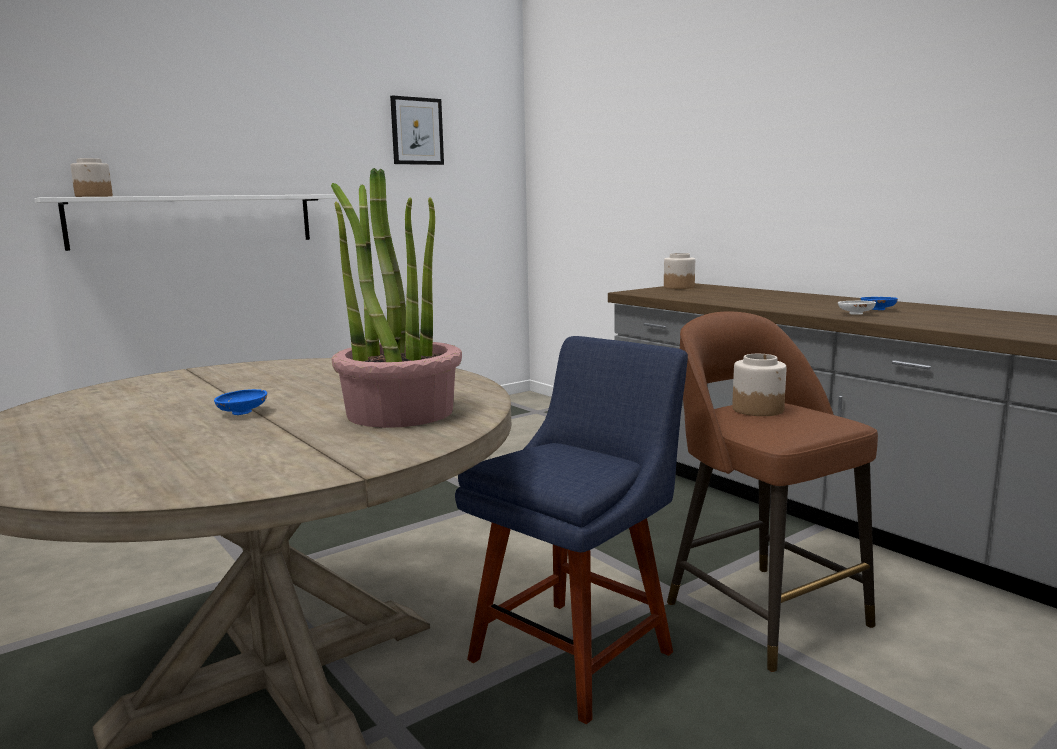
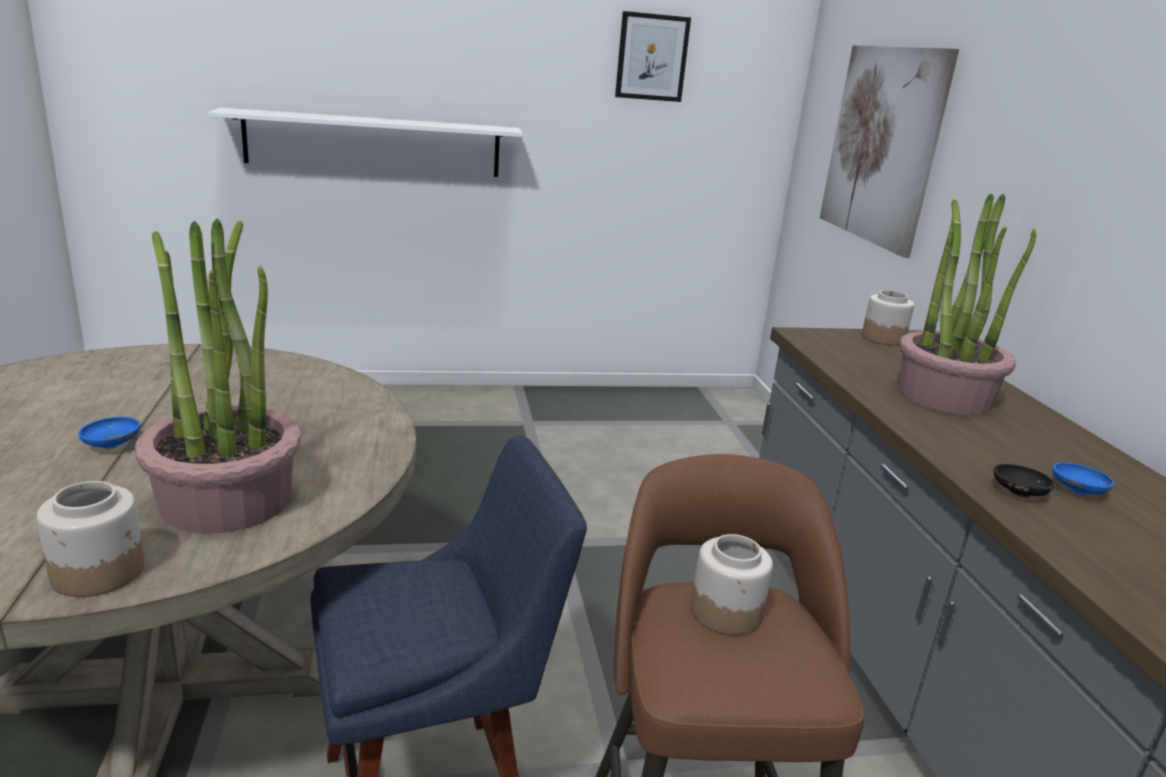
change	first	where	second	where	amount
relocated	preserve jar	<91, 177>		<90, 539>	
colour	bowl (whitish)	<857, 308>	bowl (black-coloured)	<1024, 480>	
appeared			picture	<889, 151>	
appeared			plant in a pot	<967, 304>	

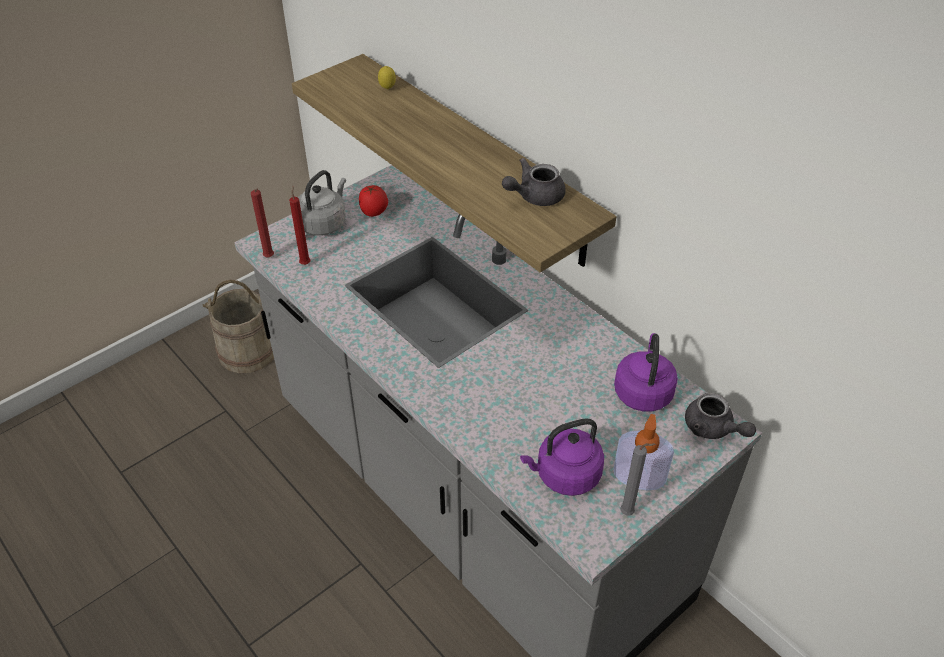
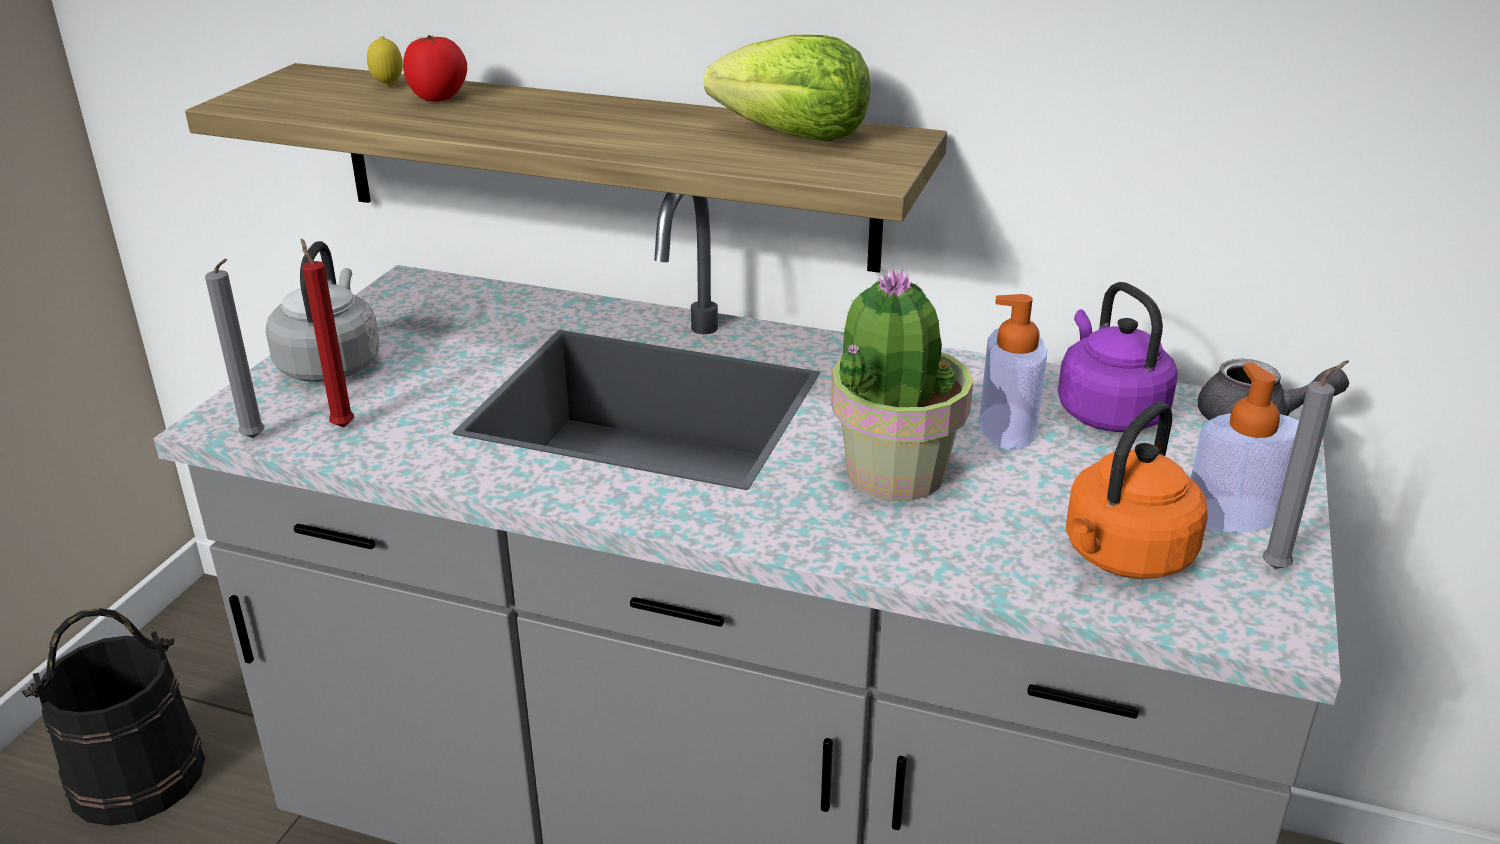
change	first	where	second	where	amount
colour	bucket (beige-coloured)	<238, 326>	bucket (black-coloured)	<113, 717>	
colour	candle (red)	<262, 223>	candle (greyish)	<235, 348>	
relocated	whole tomato	<373, 201>		<435, 68>	
exchanged	tea pot (greyish)	<534, 182>	lettuce	<787, 88>	
colour	tea kettle (purple)	<562, 457>	tea kettle (orange)	<1137, 490>	
appeared			plant in a pot	<902, 384>	
appeared			soap bottle	<1013, 372>	

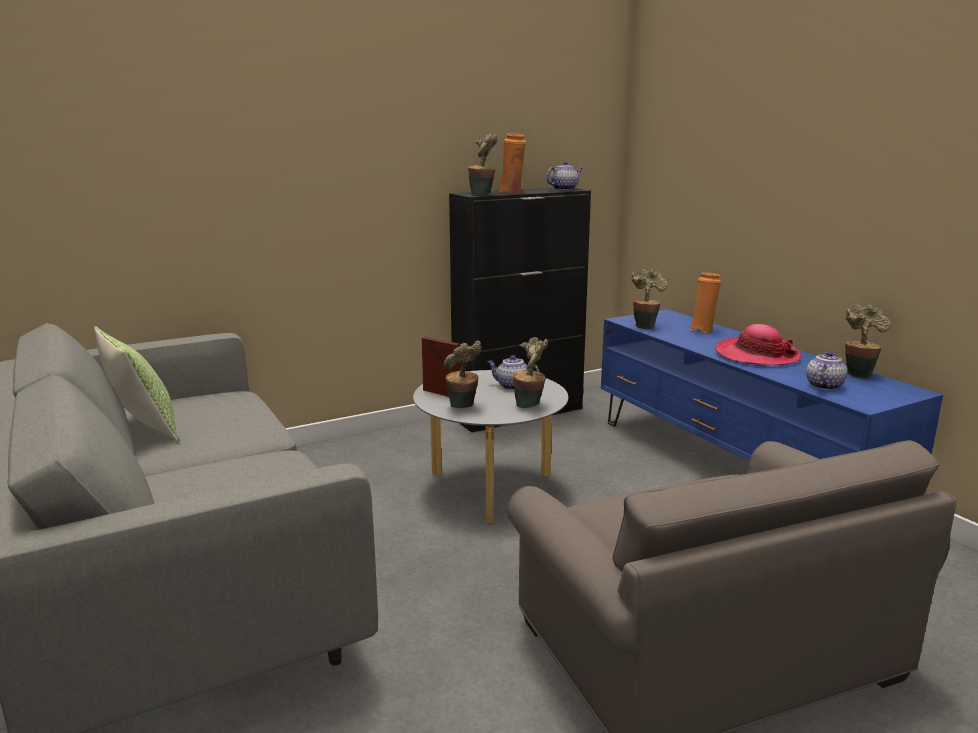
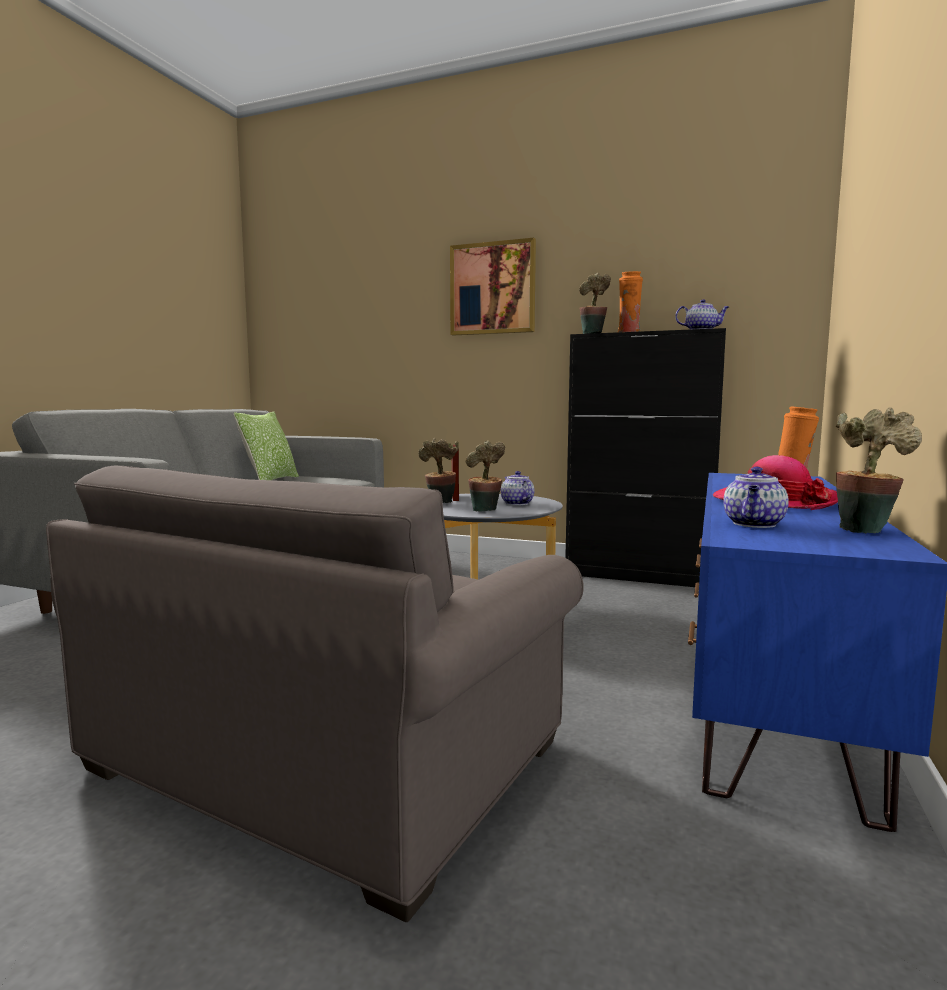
change	first	where	second	where	amount
missing	plant in a pot	<650, 299>			
spun	tea pot	<826, 370>		<756, 497>	120 degrees clockwise
appeared			picture	<493, 286>	

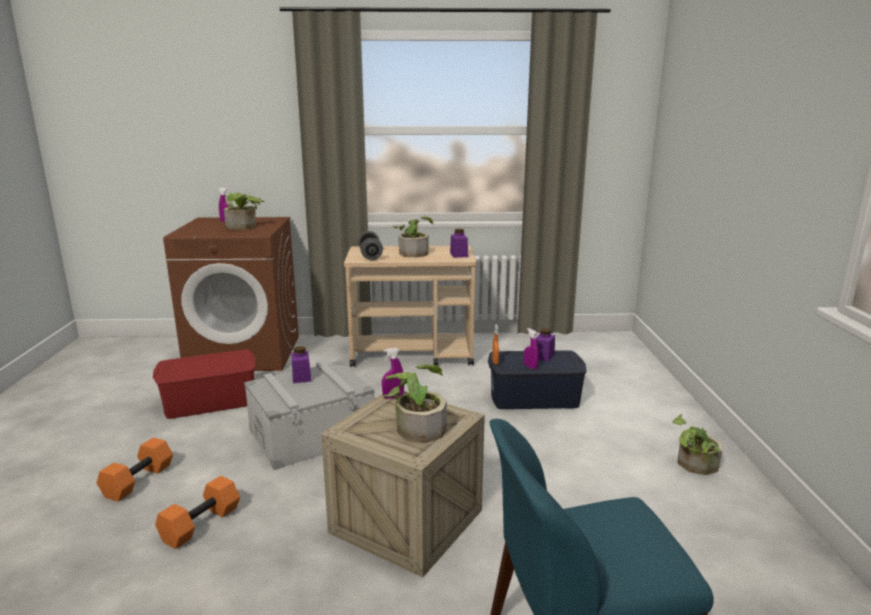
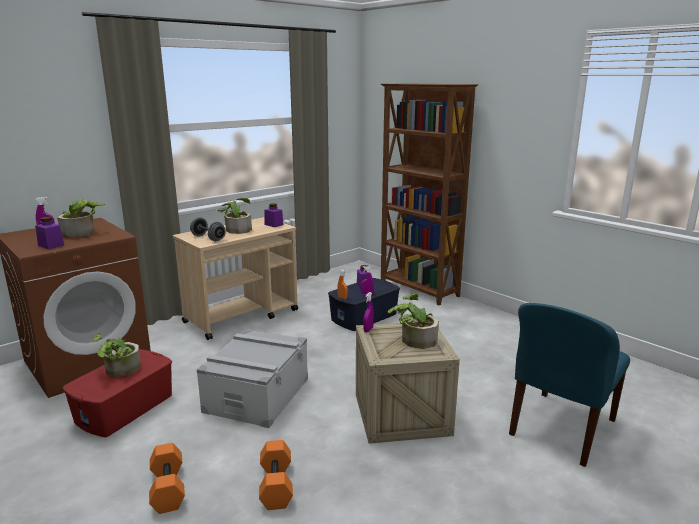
change	first	where	second	where	amount
relocated	preserve jar (purple)	<301, 364>		<49, 233>	
relocated	plant in a pot	<698, 444>		<116, 354>	
appeared			shelving unit (brown)	<429, 194>	

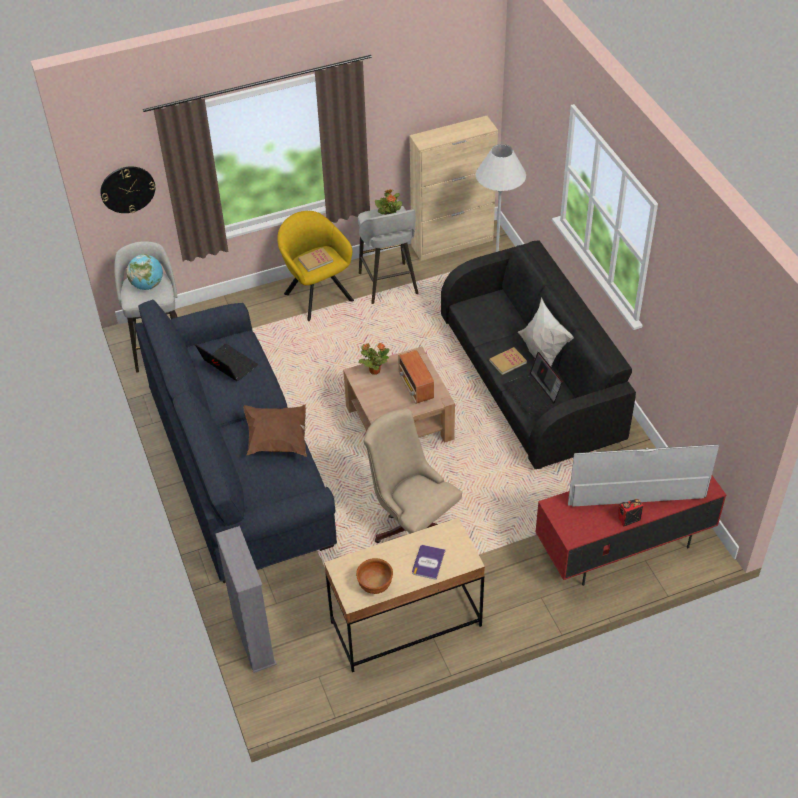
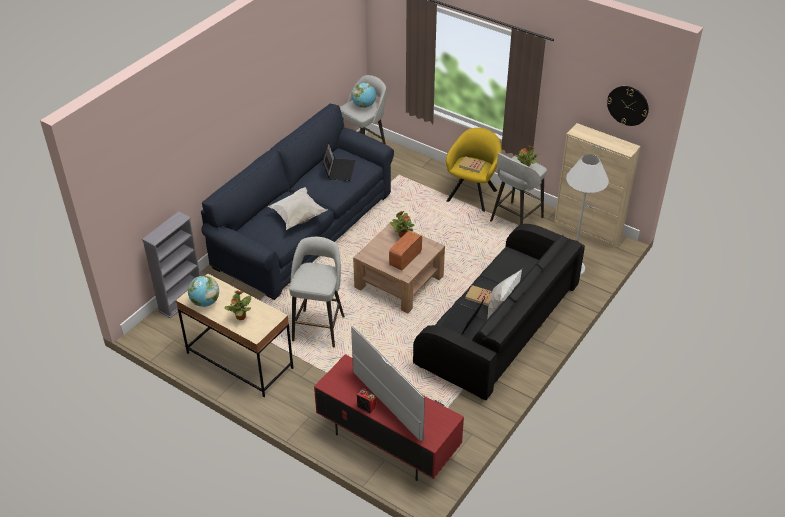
change	first	where	second	where	amount
relocated	hanging clock	<127, 189>		<628, 106>	
colour	throw pillow (brown)	<275, 431>	throw pillow (whitish)	<297, 208>	
exchanged	bowl (brown)	<374, 576>	globe	<203, 291>	
exchanged	computer chair (beige-coloured)	<412, 475>	sitting stool (greyish)	<317, 292>	
exchanged	book	<428, 562>	plant in a pot	<237, 305>	

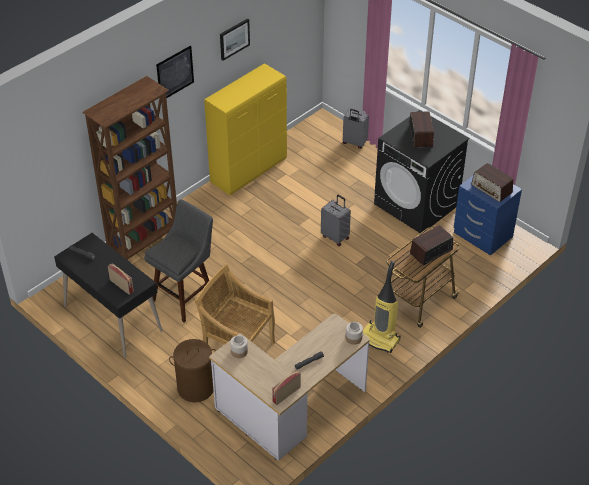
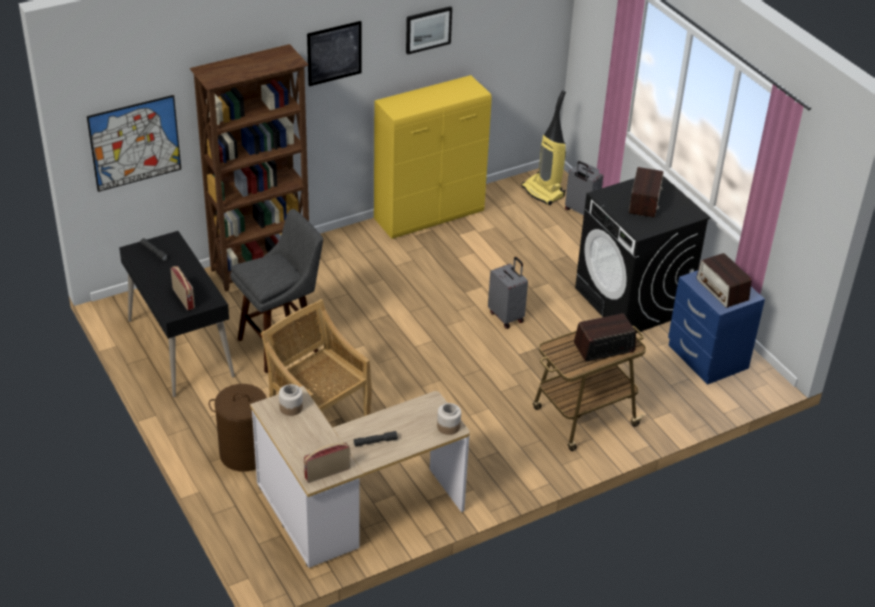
change	first	where	second	where	amount
relocated	vacuum cleaner	<382, 307>		<543, 147>	
appeared			picture	<134, 143>	

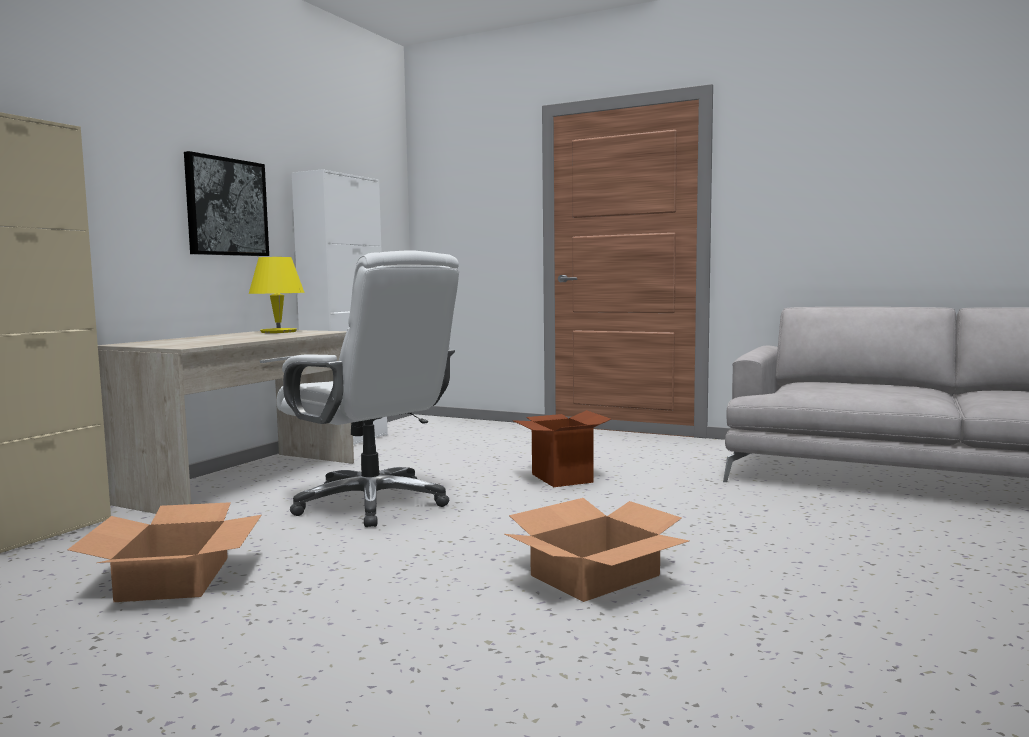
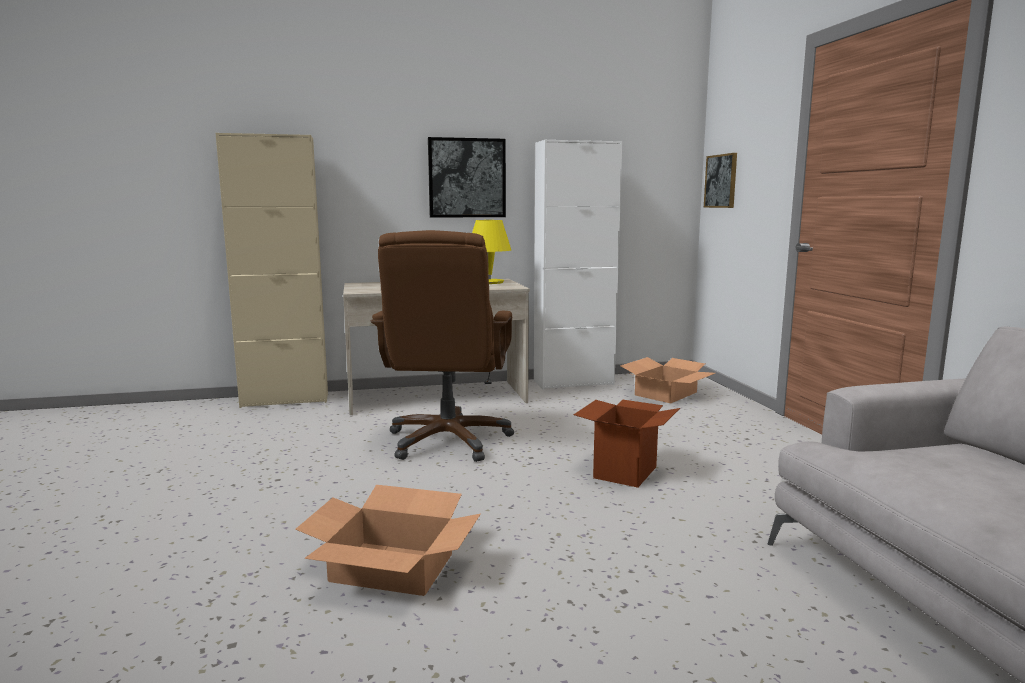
change	first	where	second	where	amount
relocated	packing box	<164, 552>		<668, 380>	
colour	computer chair (whitish)	<368, 388>	computer chair (brown)	<442, 346>	
appeared			picture	<720, 180>	

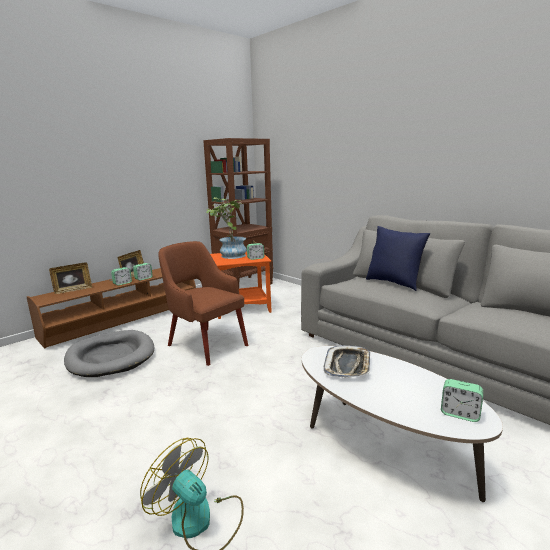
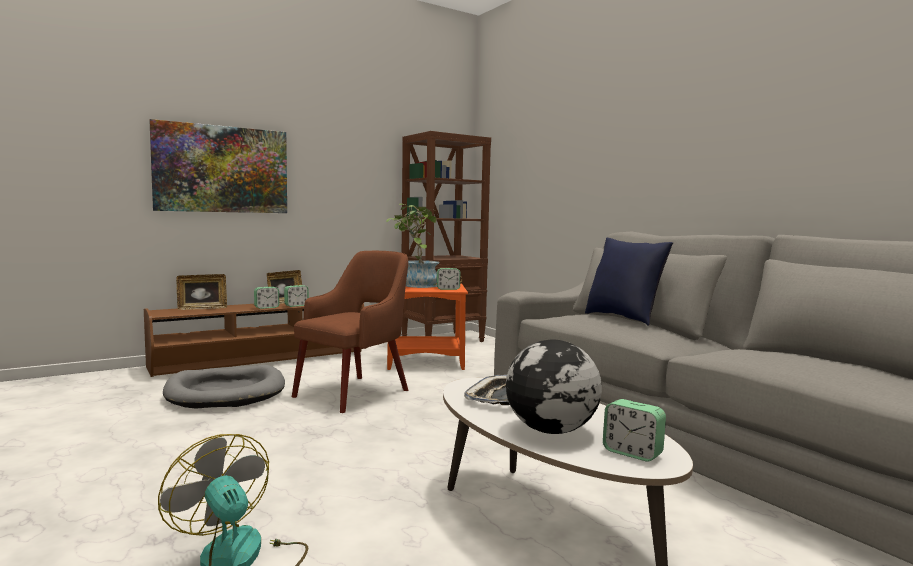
change	first	where	second	where	amount
spun	lounge chair (brown)	<203, 303>		<350, 332>	75 degrees clockwise
appeared			picture	<218, 166>	
appeared			globe	<554, 387>	

